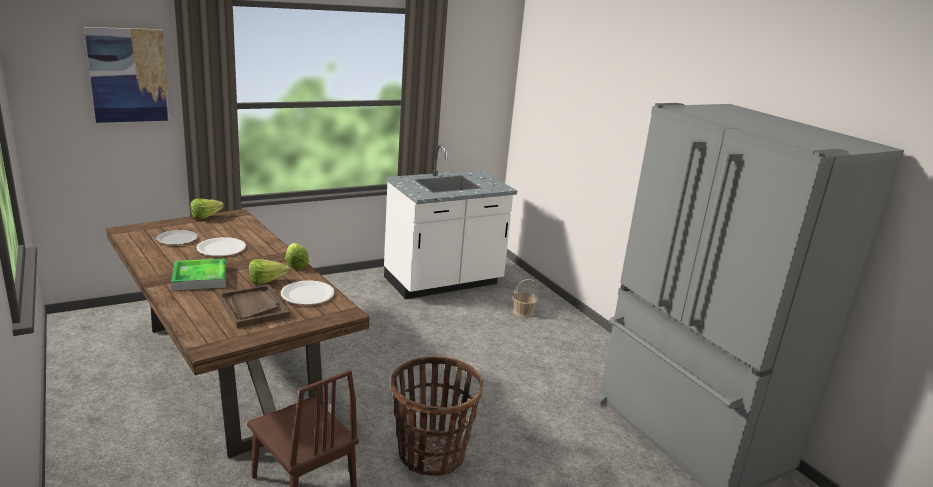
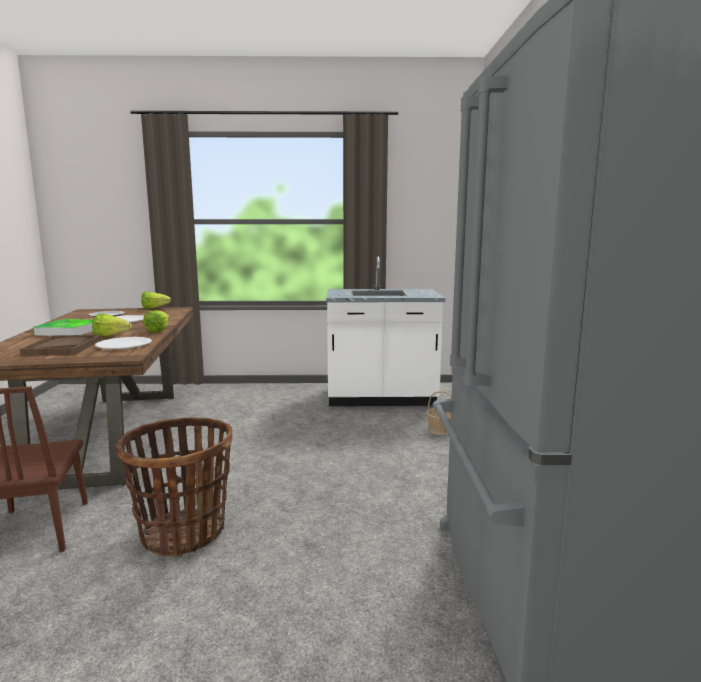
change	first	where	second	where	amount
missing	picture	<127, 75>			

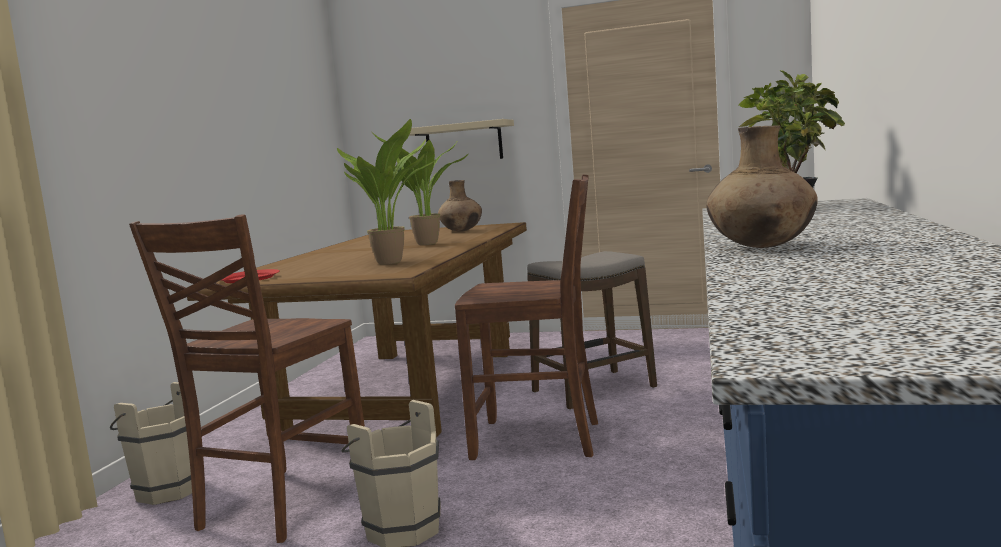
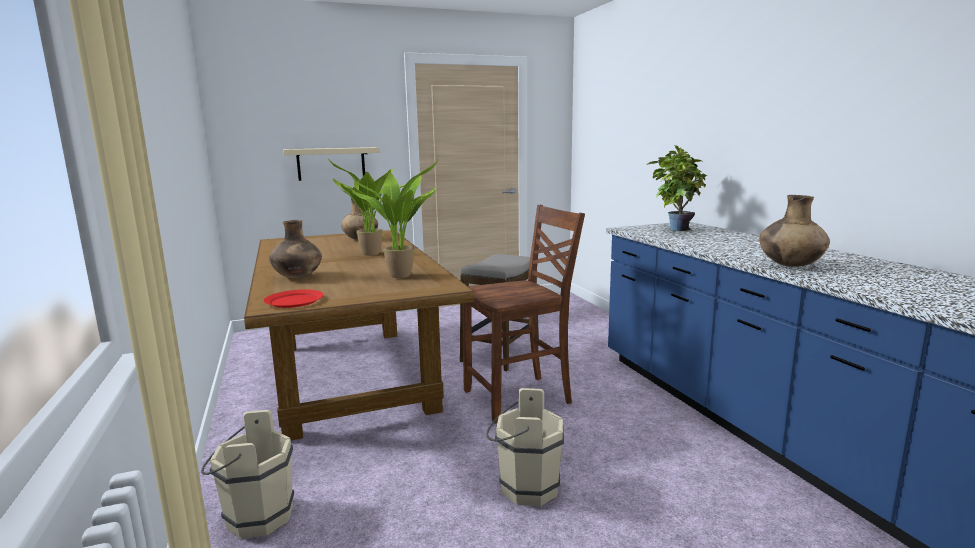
change	first	where	second	where	amount
missing	plain chair (brown)	<247, 379>			
appeared			vase (brown)	<295, 249>	

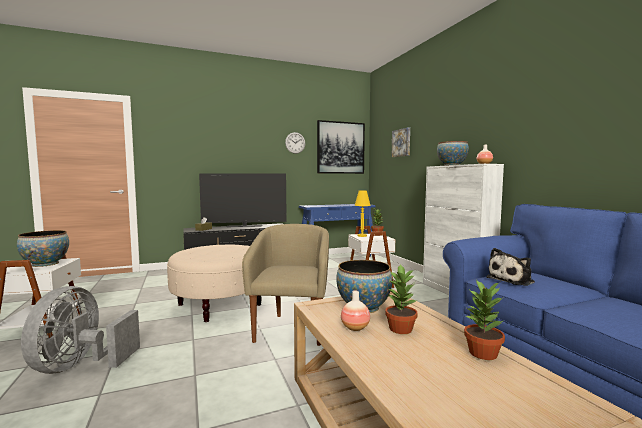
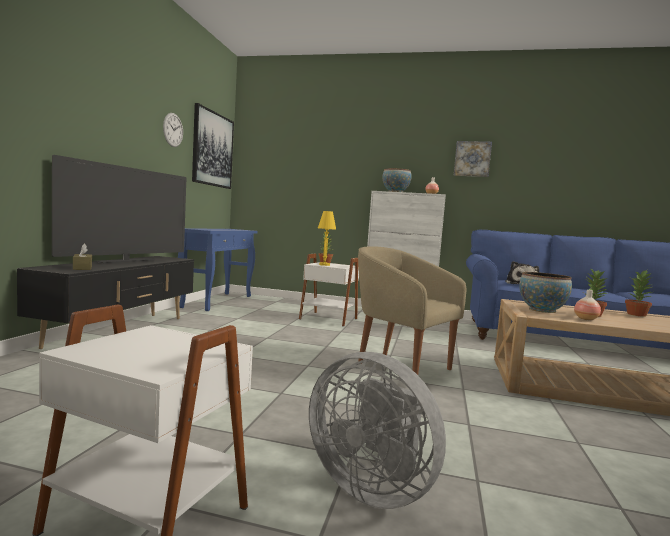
change	first	where	second	where	amount
missing	bowl	<43, 248>			
missing	pouffe (beige-coloured)	<214, 283>			
relocated	picture	<401, 142>		<473, 159>	

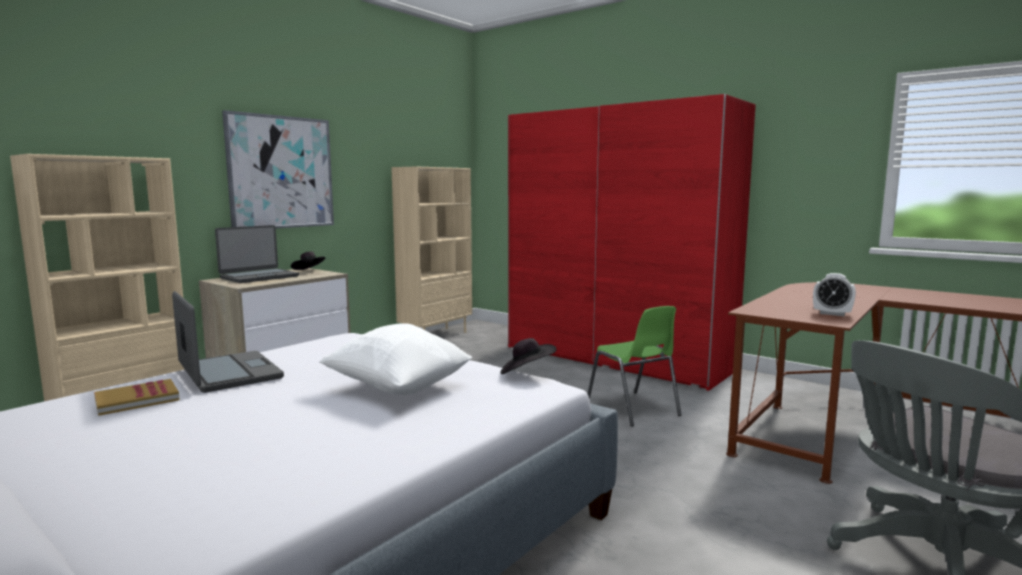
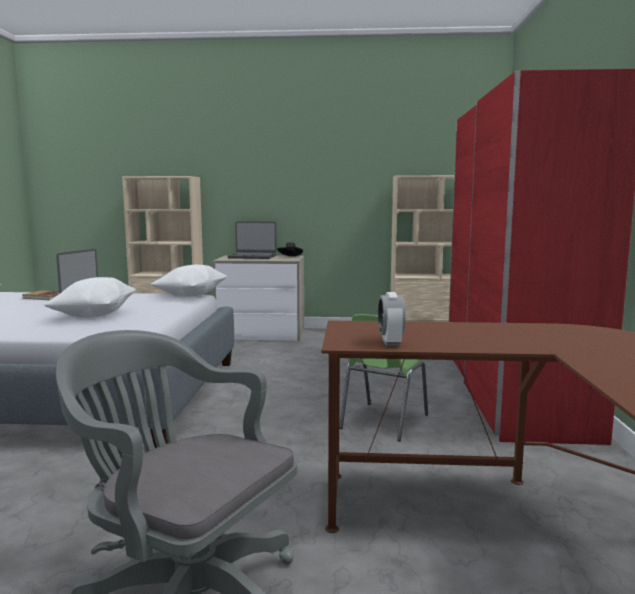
change	first	where	second	where	amount
missing	picture	<278, 169>			
missing	wearable hat (black-coloured)	<528, 356>			
appeared			throw pillow (whitish)	<189, 281>	

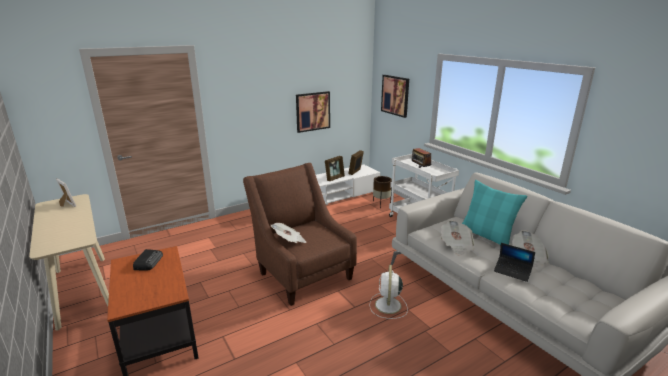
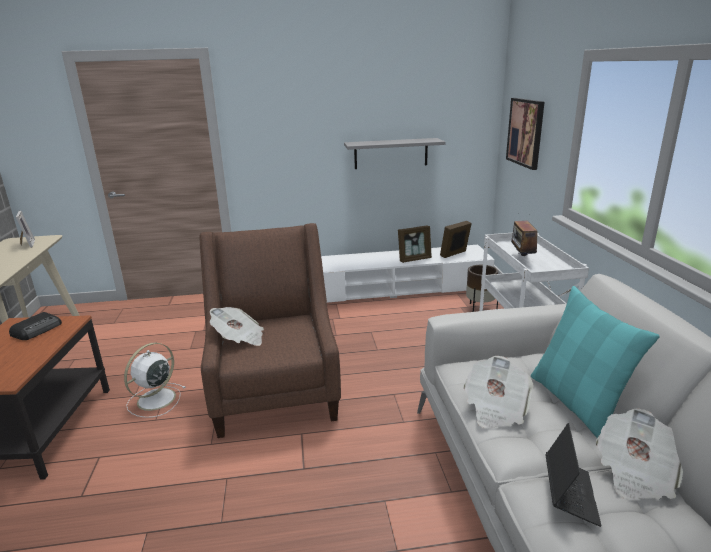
change	first	where	second	where	amount
exchanged	picture	<313, 112>	shelf (greyish)	<394, 153>	
relocated	electric fan (whitish)	<389, 292>		<154, 380>	
spun	notebook computer	<514, 262>		<573, 475>	135 degrees counterclockwise

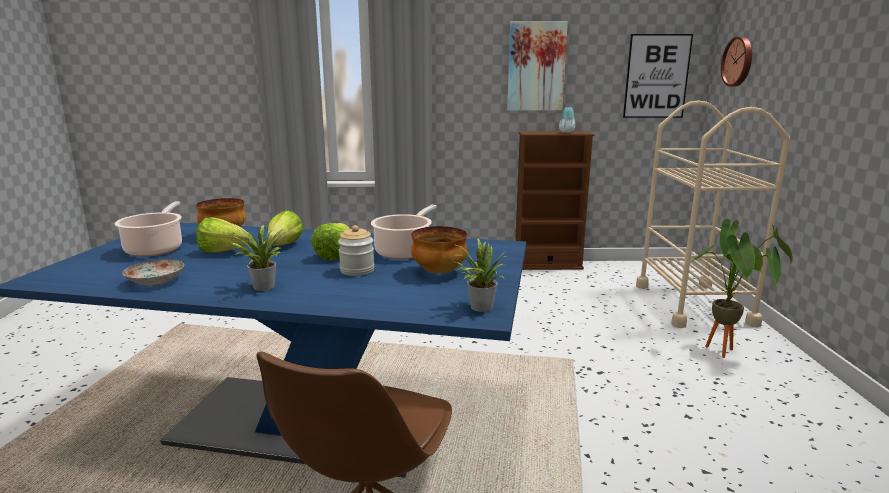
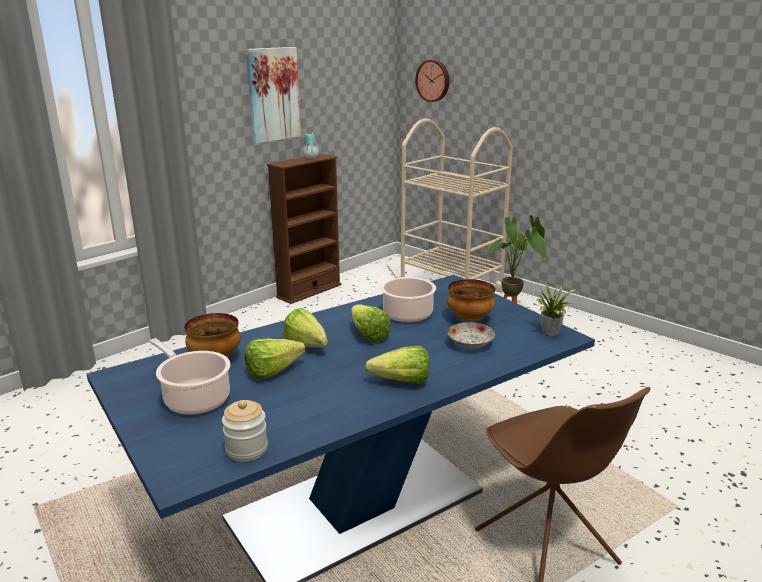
change	first	where	second	where	amount
relocated	dinner plate	<153, 273>		<471, 335>	
exchanged	plant in a pot	<260, 258>	lettuce	<397, 365>	
relocated	preserve jar	<356, 250>		<245, 431>	
missing	picture	<658, 76>			

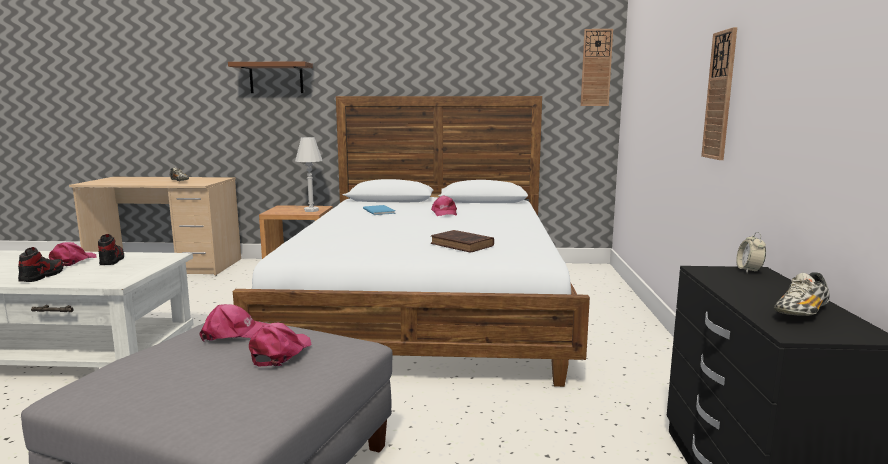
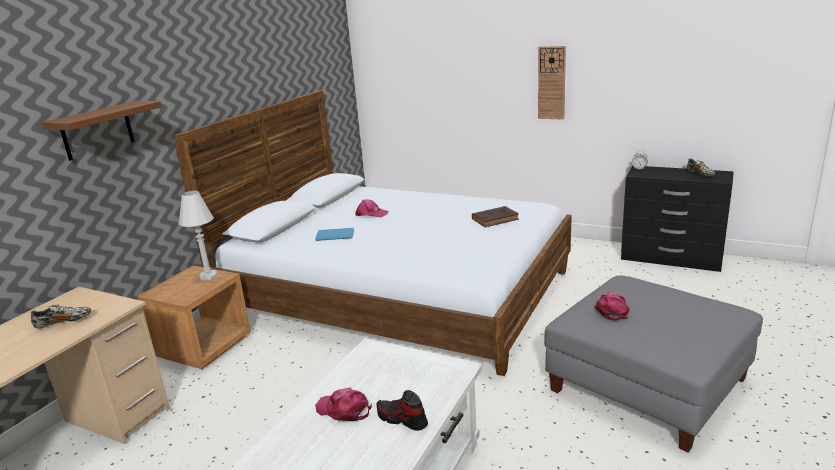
change	first	where	second	where	amount
missing	shoe	<111, 249>			
missing	cap (pink-coloured)	<280, 344>			
missing	hanging clock	<597, 67>			

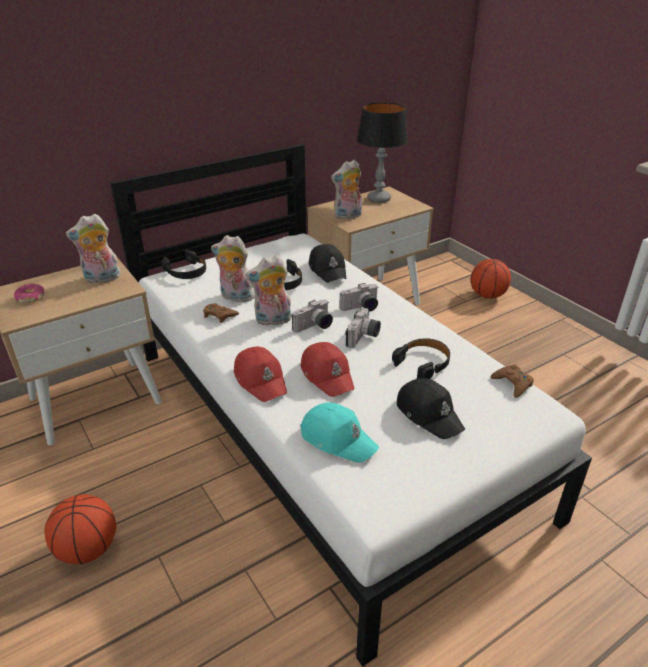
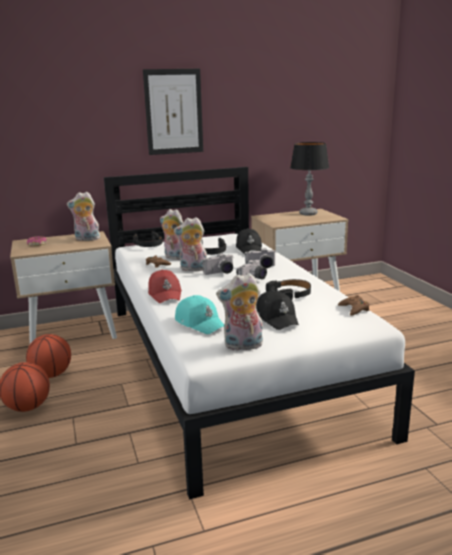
change	first	where	second	where	amount
missing	cap (red)	<328, 369>			
relocated	cuddly toy	<346, 189>		<239, 312>	
relocated	basketball	<491, 279>		<48, 356>	
appeared			picture	<173, 112>	

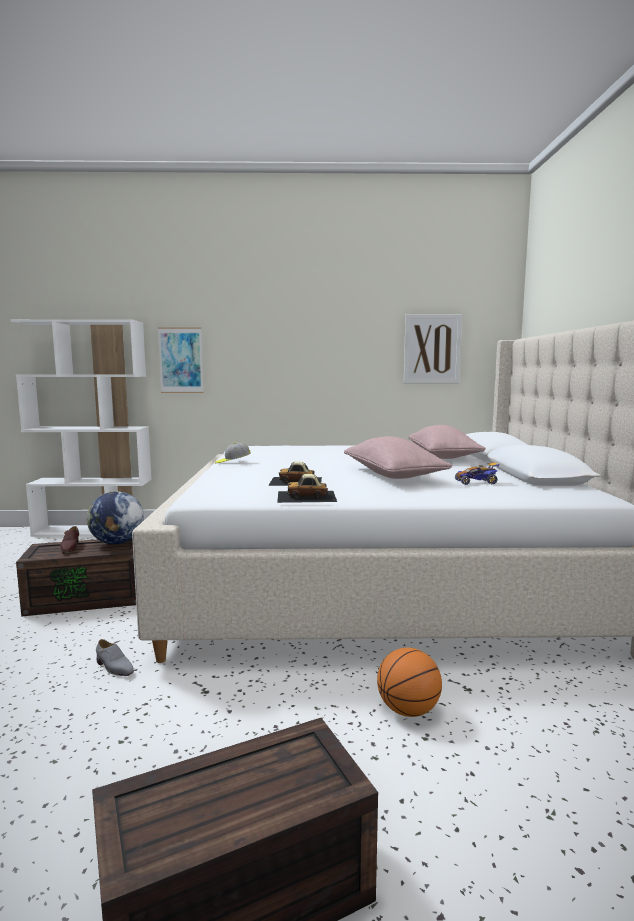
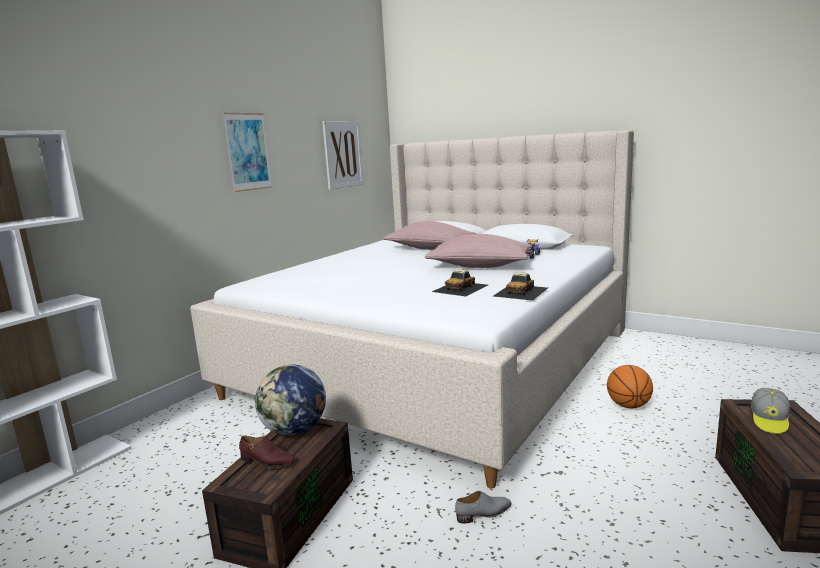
change	first	where	second	where	amount
relocated	picture	<180, 360>		<247, 152>	
relocated	cap	<233, 453>		<770, 411>	

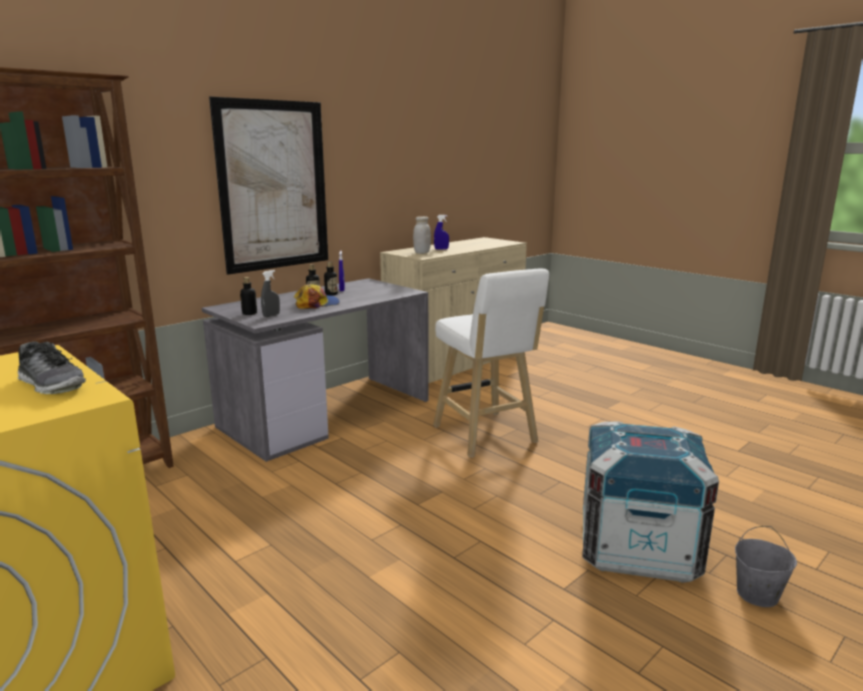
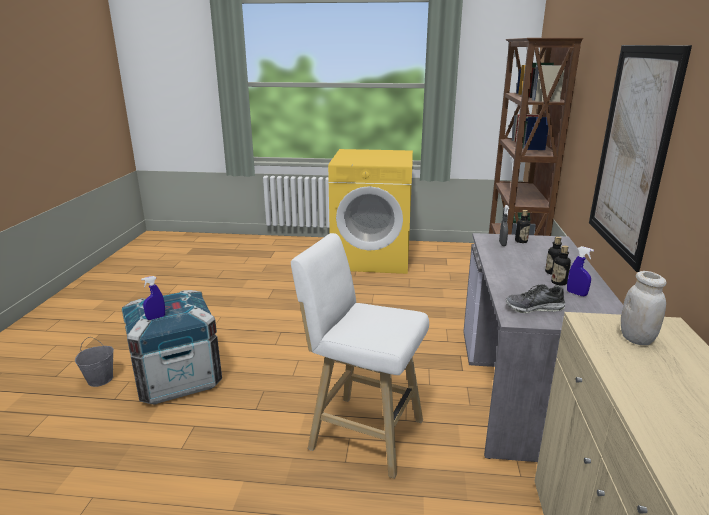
change	first	where	second	where	amount
relocated	shoe	<51, 367>		<535, 298>	
missing	cap	<317, 296>			
relocated	spray bottle (blue)	<441, 232>		<153, 298>	

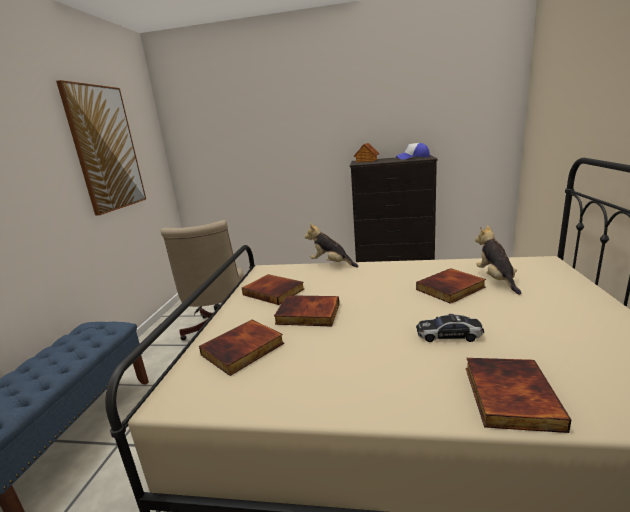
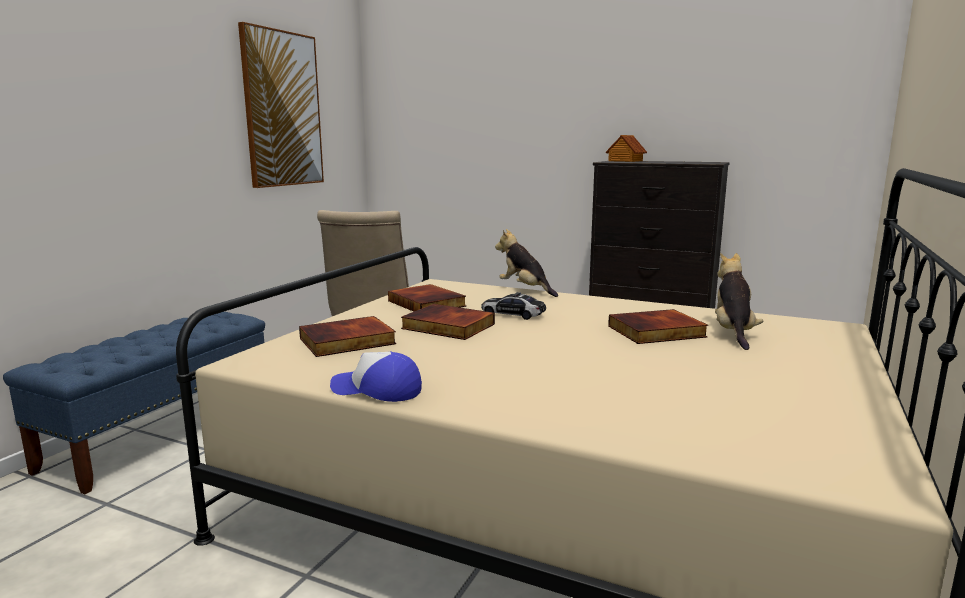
change	first	where	second	where	amount
relocated	cap	<413, 151>		<376, 377>	
relocated	miniature car	<450, 328>		<513, 306>	
missing	book	<518, 395>			

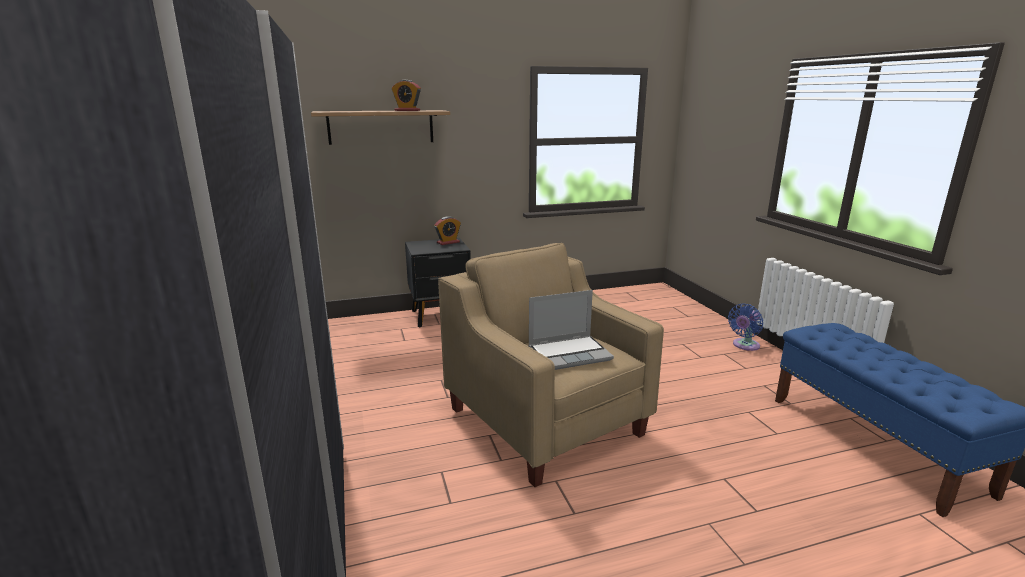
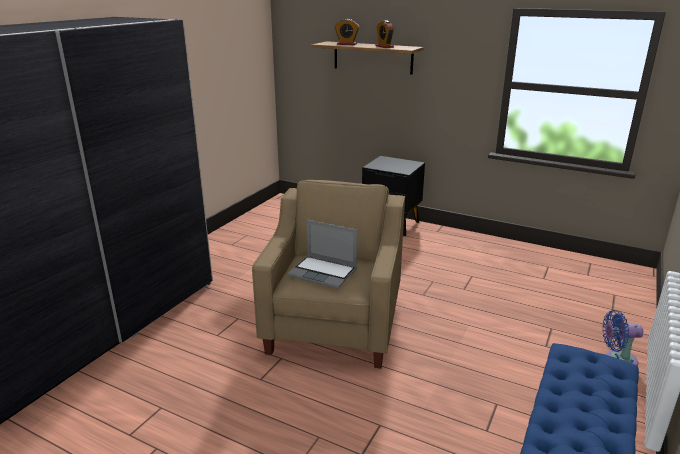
change	first	where	second	where	amount
relocated	table clock	<447, 230>		<347, 32>	

